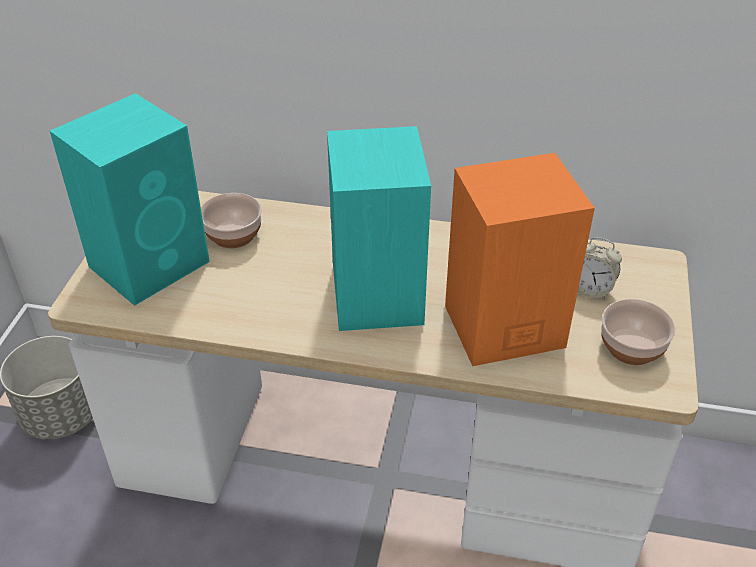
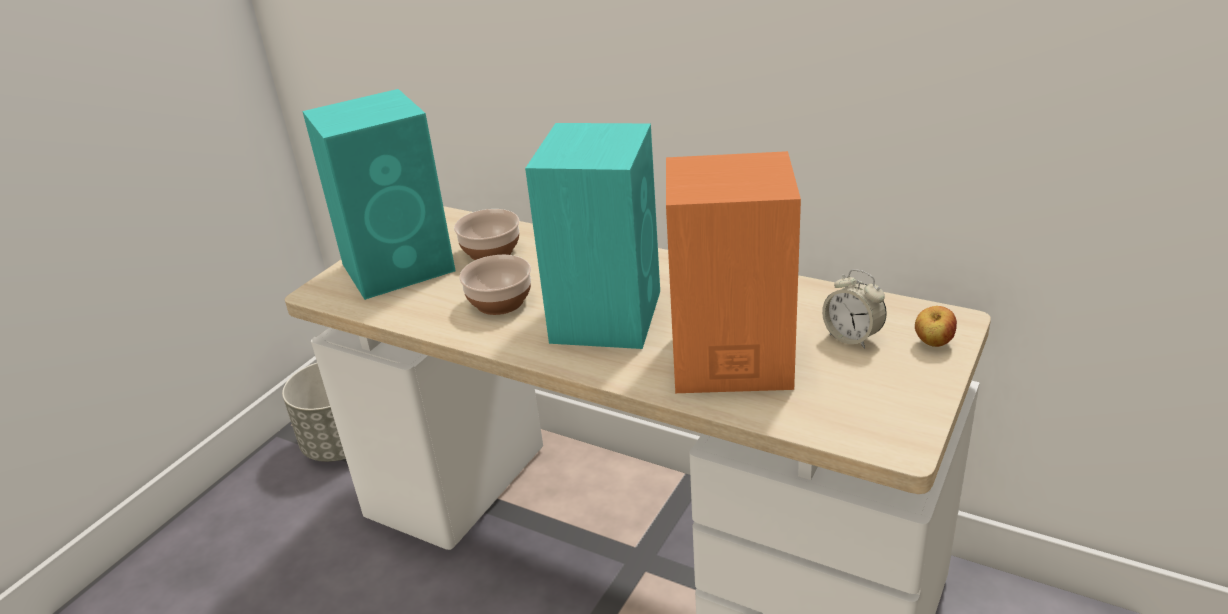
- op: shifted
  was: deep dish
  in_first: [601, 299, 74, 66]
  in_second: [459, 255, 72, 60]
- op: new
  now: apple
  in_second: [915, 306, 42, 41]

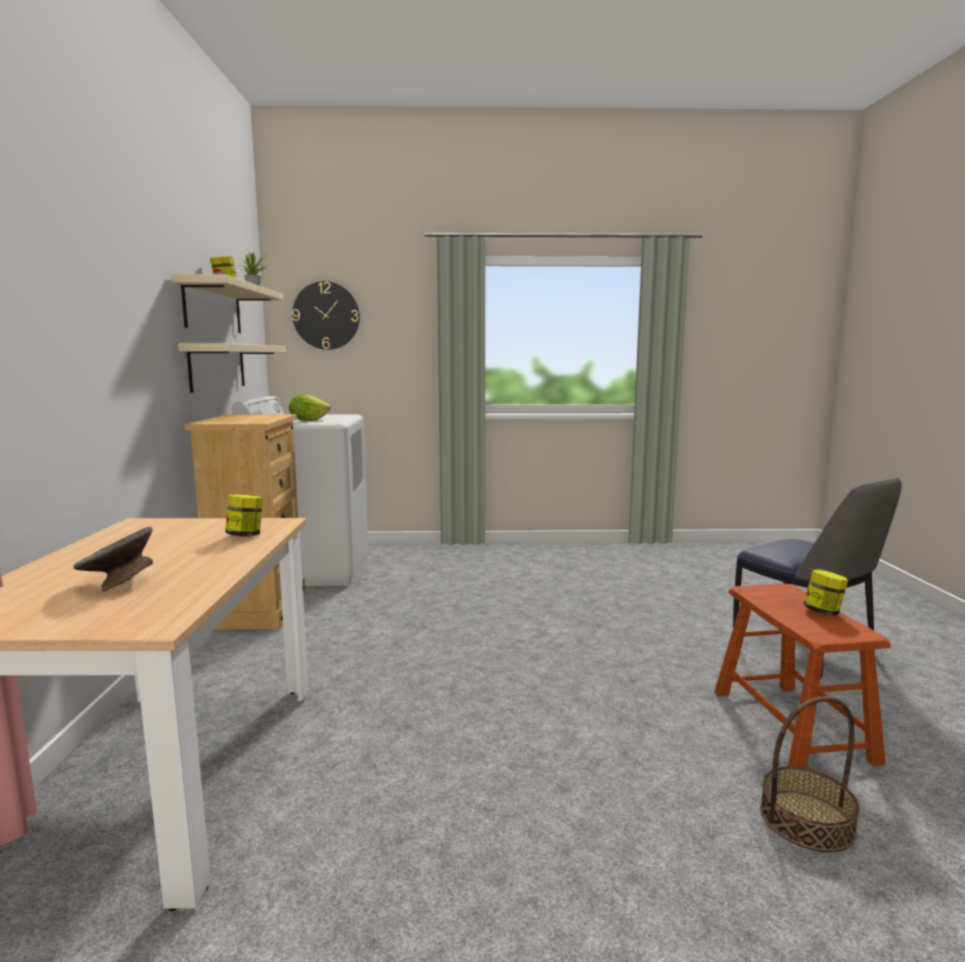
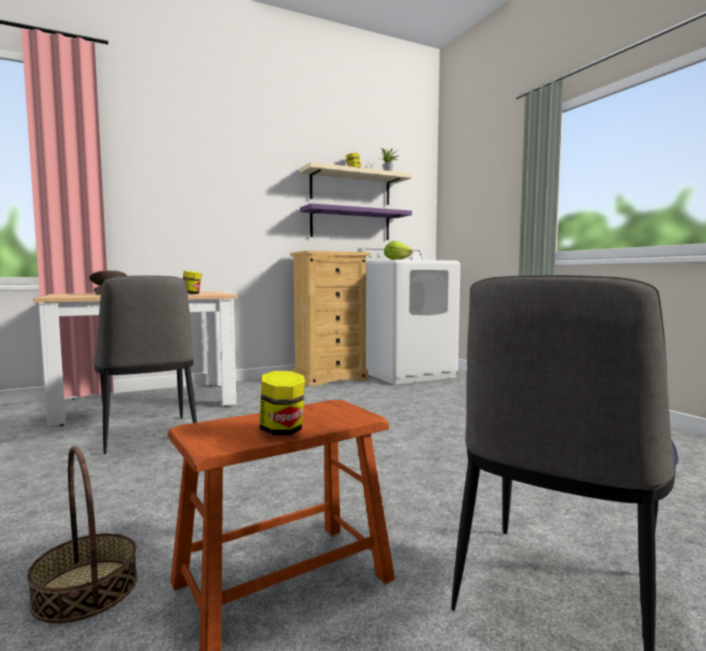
- op: new
  now: upright chair
  in_second: [93, 275, 104, 179]
- op: repainted
  was: beige-coloured bracket shelf
  now: purple-coloured bracket shelf
  in_first: [178, 343, 108, 50]
  in_second: [300, 203, 112, 37]
- op: gone
  was: wall clock
  in_first: [292, 281, 68, 69]

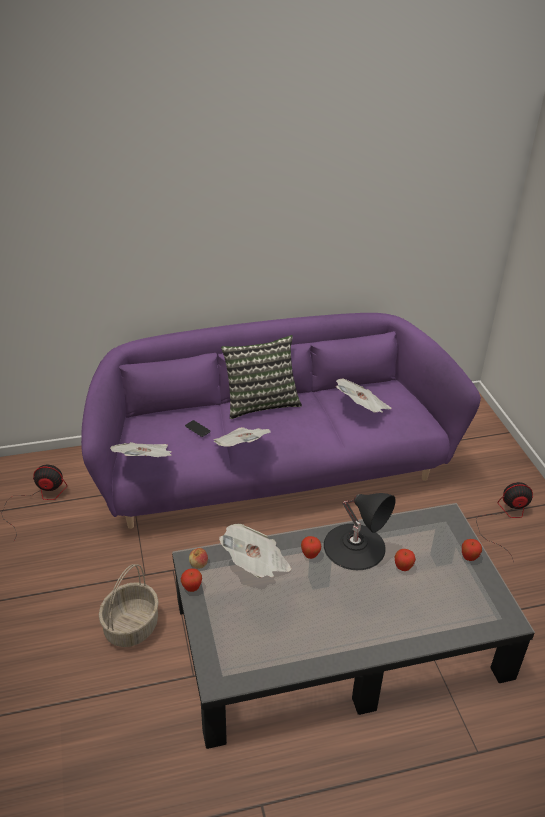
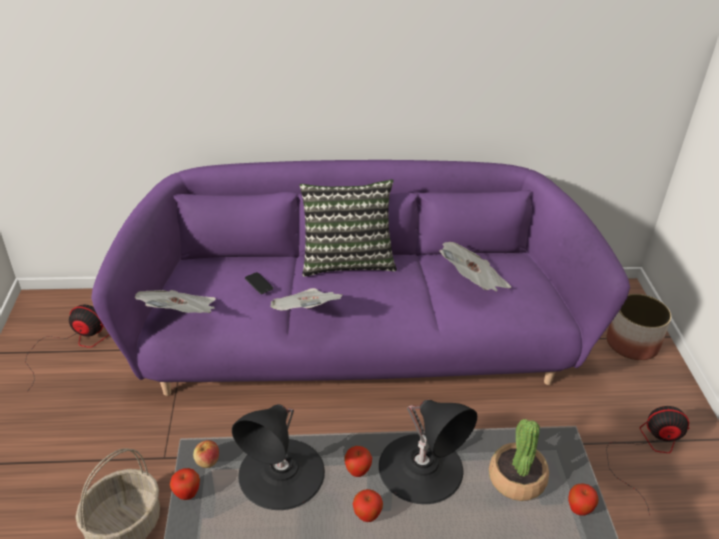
- op: swapped
  was: printed paper
  now: black-coloured table lamp
  in_first: [219, 523, 72, 55]
  in_second: [232, 404, 93, 106]
- op: shifted
  was: apple
  in_first: [394, 549, 22, 22]
  in_second: [353, 489, 30, 33]
- op: new
  now: plant in a pot
  in_second: [489, 419, 60, 82]
- op: new
  now: flower pot
  in_second: [607, 294, 64, 66]

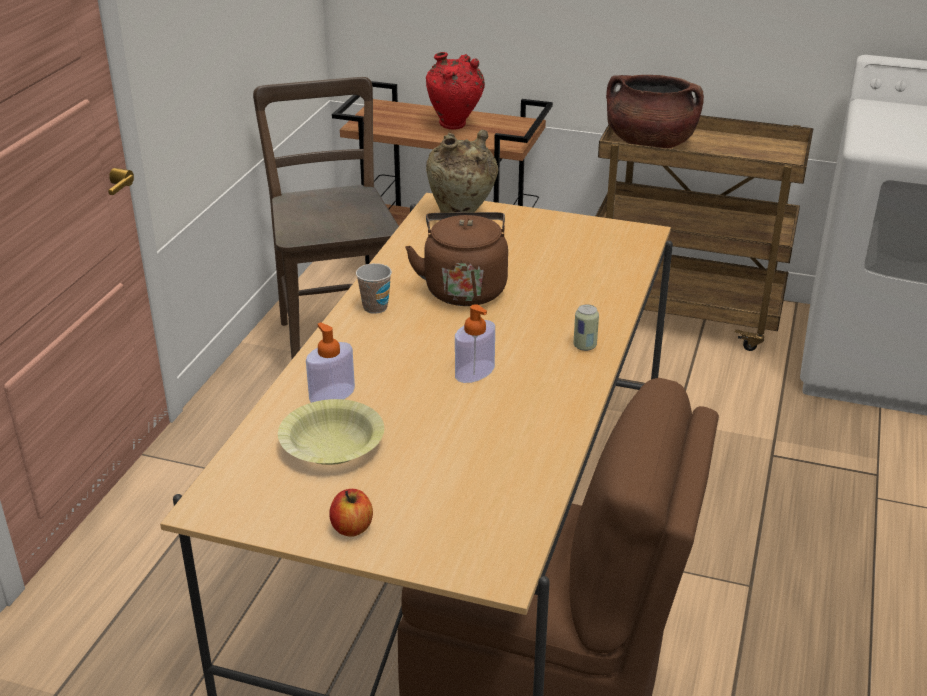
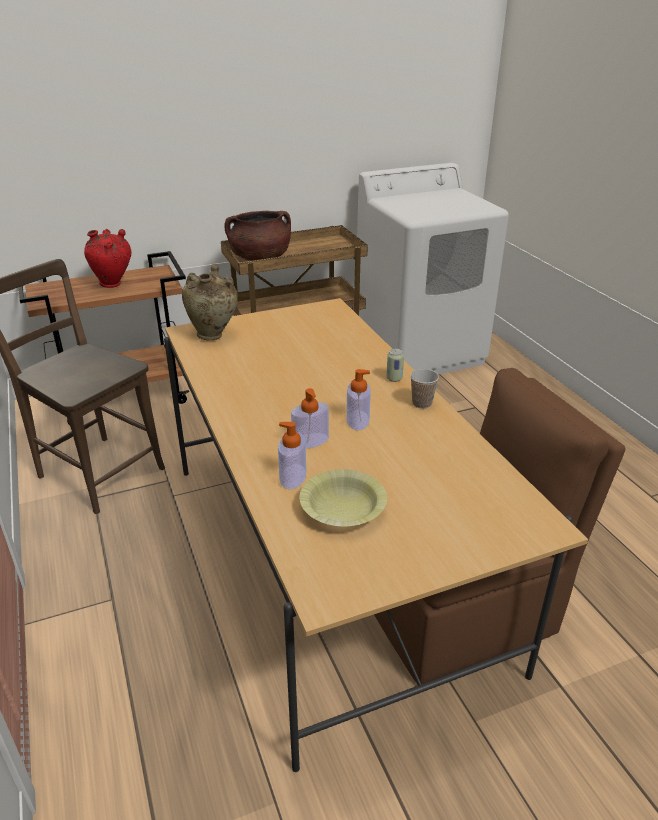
- op: new
  now: liquid soap bottle
  in_second: [291, 388, 38, 61]
- op: shifted
  was: cup
  in_first: [356, 263, 36, 51]
  in_second: [410, 369, 29, 40]
- op: gone
  was: apple
  in_first: [329, 489, 44, 48]
- op: gone
  was: brown-coloured water kettle
  in_first: [405, 212, 103, 94]

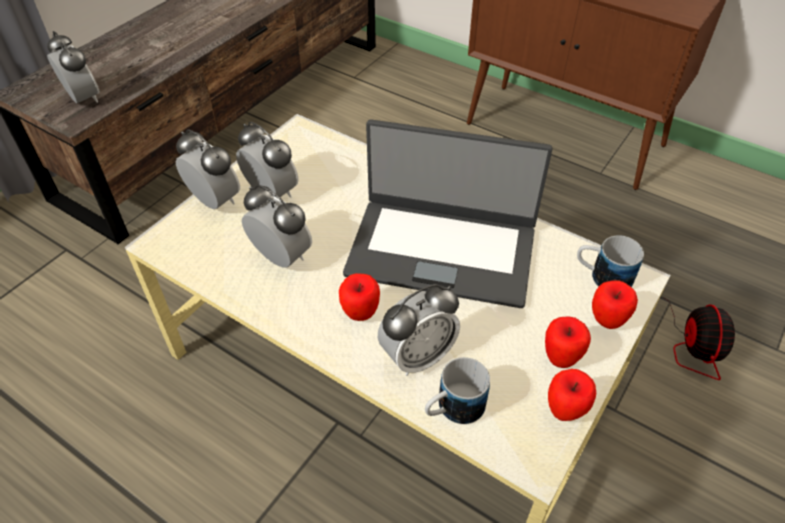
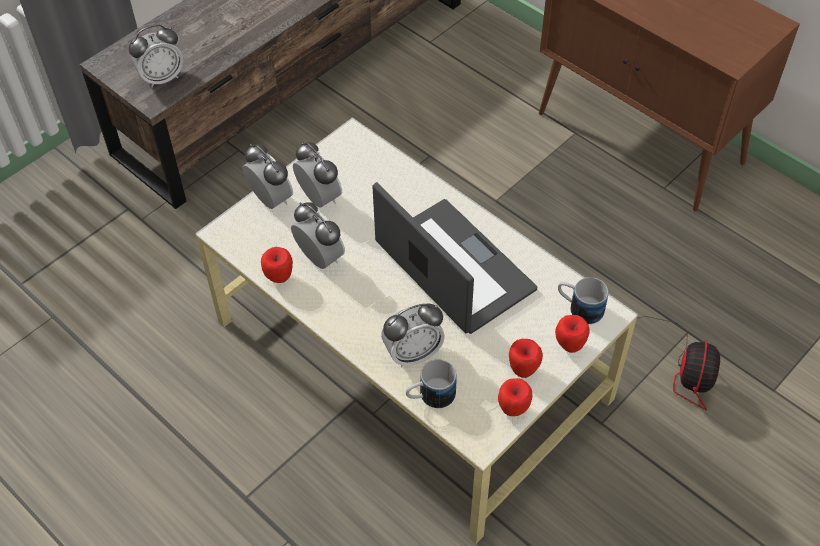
- op: rotated
  was: bedside clock
  in_first: [47, 31, 53, 72]
  in_second: [129, 25, 54, 63]
  clockwise: 90
- op: shifted
  was: apple
  in_first: [339, 273, 41, 48]
  in_second: [261, 247, 32, 36]
- op: rotated
  was: notebook computer
  in_first: [343, 119, 209, 189]
  in_second: [372, 182, 165, 152]
  clockwise: -150

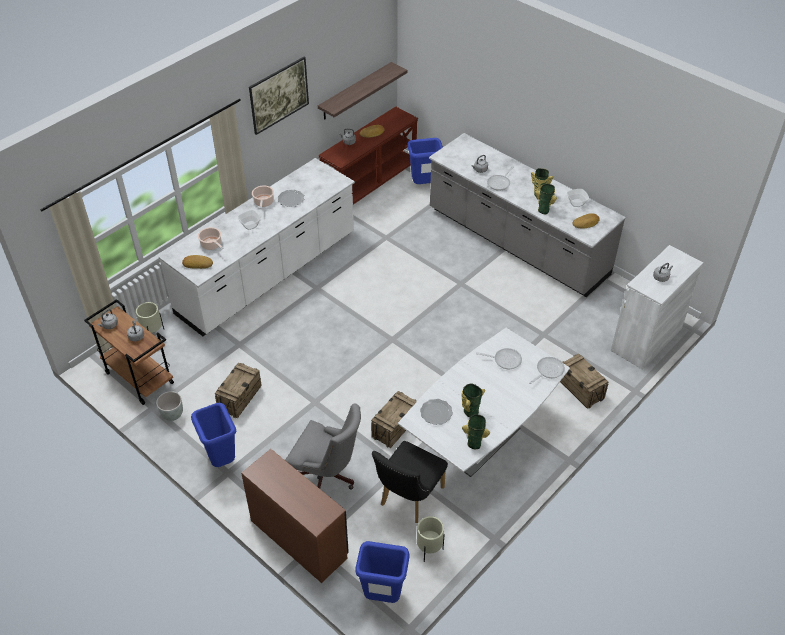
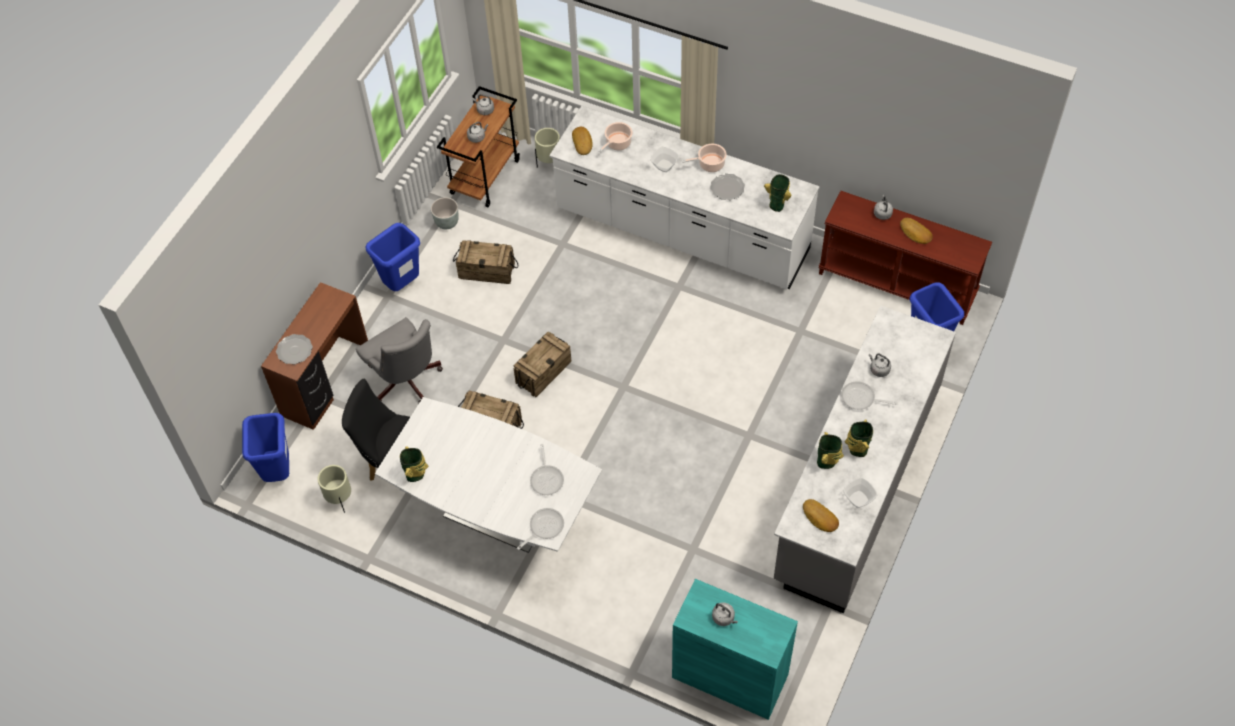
- op: shifted
  was: plate
  in_first: [420, 399, 33, 26]
  in_second: [276, 334, 37, 30]
- op: rotated
  was: grey desk chair
  in_first: [285, 403, 76, 87]
  in_second: [356, 317, 87, 86]
  clockwise: -45
- op: shifted
  was: packing crate
  in_first: [560, 354, 48, 54]
  in_second: [513, 332, 58, 65]
- op: rotated
  was: skillet
  in_first: [529, 357, 36, 27]
  in_second: [517, 508, 47, 42]
  clockwise: -75
- op: repainted
  was: white-coloured cupboard
  now: turquoise-coloured cupboard
  in_first: [611, 245, 92, 125]
  in_second: [672, 579, 126, 141]
- op: shifted
  was: vase
  in_first: [461, 384, 24, 34]
  in_second: [764, 174, 27, 38]
- op: gone
  was: picture
  in_first: [249, 57, 60, 78]
- op: gone
  was: bracket shelf
  in_first: [318, 62, 89, 58]

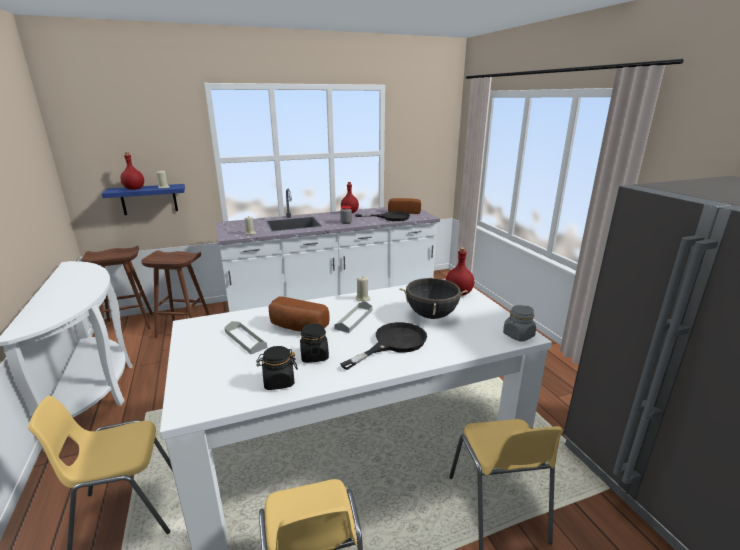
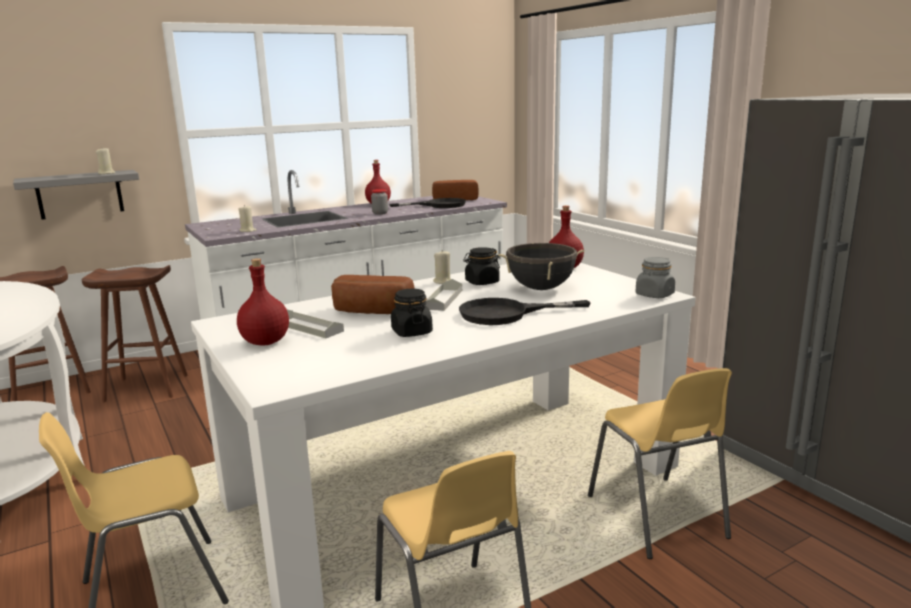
- op: repainted
  was: bluish bracket shelf
  now: grey bracket shelf
  in_first: [102, 184, 83, 31]
  in_second: [13, 170, 126, 50]
- op: shifted
  was: red-coloured drink bottle
  in_first: [120, 152, 24, 38]
  in_second: [237, 258, 52, 88]
- op: rotated
  was: black-coloured skillet
  in_first: [340, 322, 87, 48]
  in_second: [459, 298, 131, 27]
  clockwise: -135
- op: shifted
  was: black-coloured preserve jar
  in_first: [256, 346, 42, 44]
  in_second: [463, 247, 37, 38]

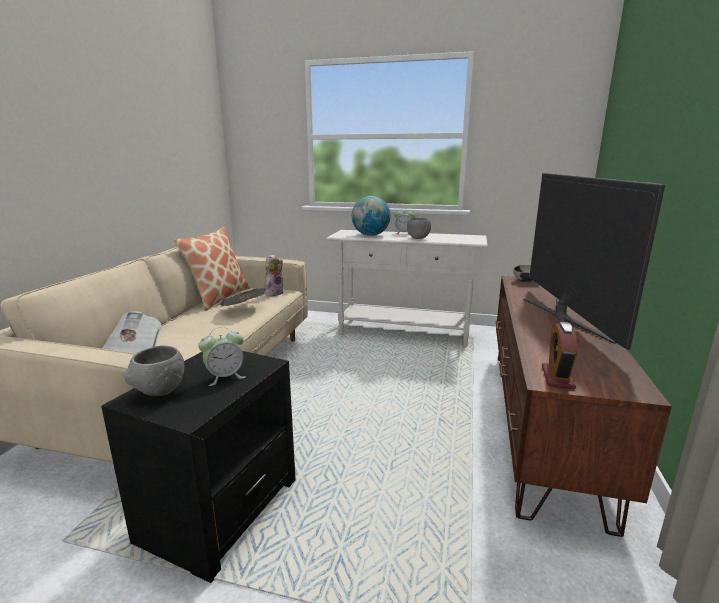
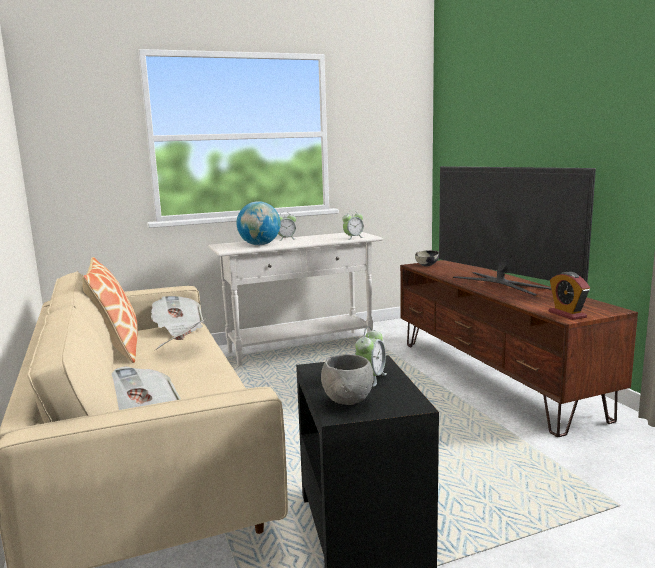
- op: swapped
  was: cuddly toy
  now: printed paper
  in_first: [265, 254, 18, 42]
  in_second: [151, 296, 52, 40]
- op: new
  now: bedside clock
  in_second: [342, 210, 22, 30]
- op: gone
  was: grey deep dish
  in_first: [407, 218, 24, 21]

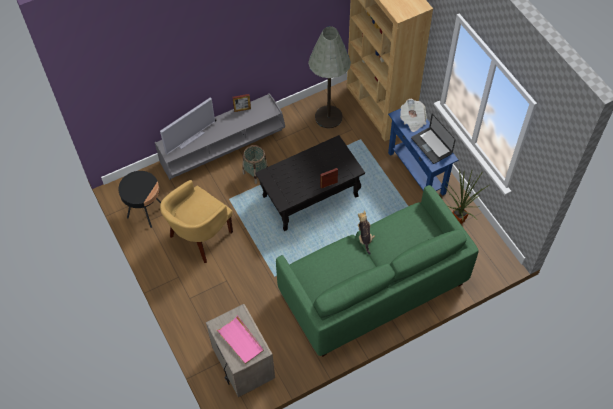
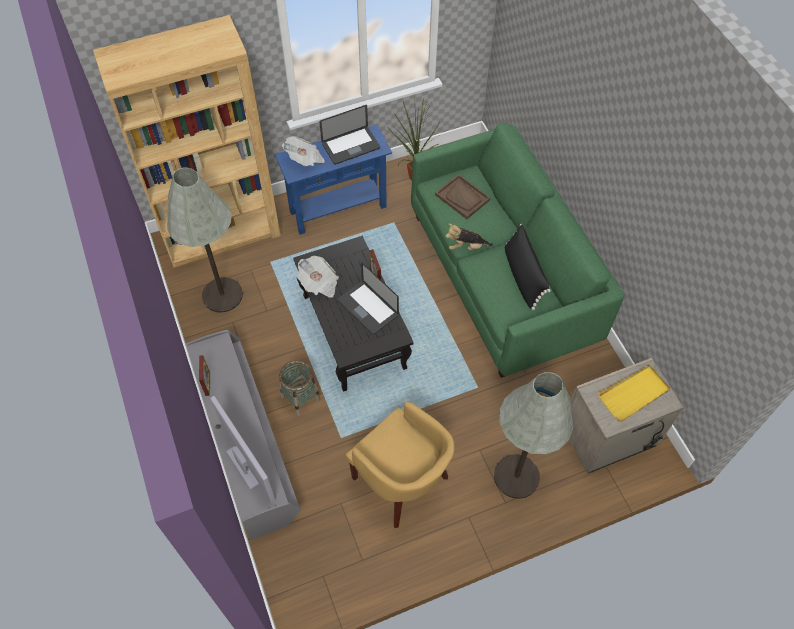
- op: new
  now: printed paper
  in_second: [297, 256, 42, 42]
- op: new
  now: notebook computer
  in_second: [338, 262, 61, 73]
- op: new
  now: brown-coloured serving tray
  in_second: [435, 174, 55, 45]
- op: new
  now: grey floor lamp
  in_second: [494, 372, 79, 127]
- op: new
  now: black-coloured cushion
  in_second: [505, 224, 46, 86]
- op: repainted
  was: pink-coloured serving tray
  now: yellow serving tray
  in_first: [217, 315, 47, 49]
  in_second: [598, 365, 73, 57]
- op: gone
  was: black-coloured side table
  in_first: [118, 171, 43, 57]

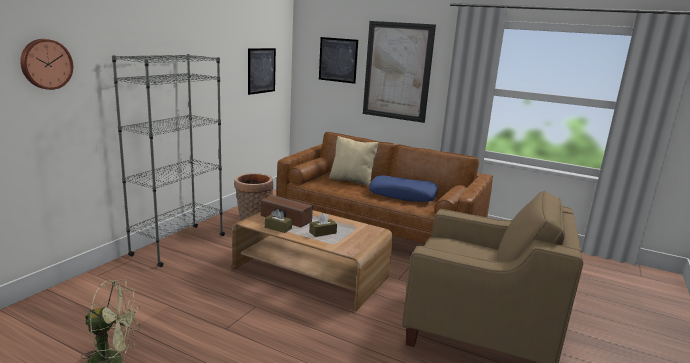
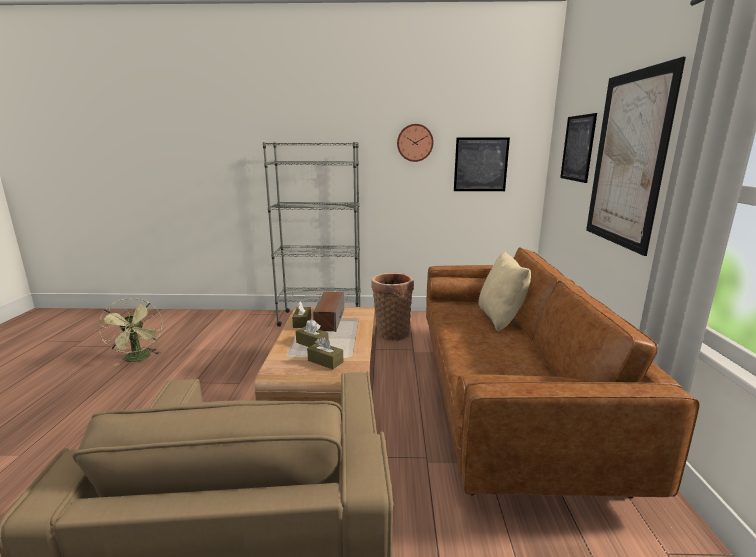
- op: new
  now: brown-coloured box of tissues
  in_second: [307, 337, 36, 32]
- op: shifted
  was: wall clock
  in_first: [20, 39, 53, 51]
  in_second: [397, 124, 37, 38]
- op: gone
  was: bluish cushion
  in_first: [369, 175, 69, 27]

